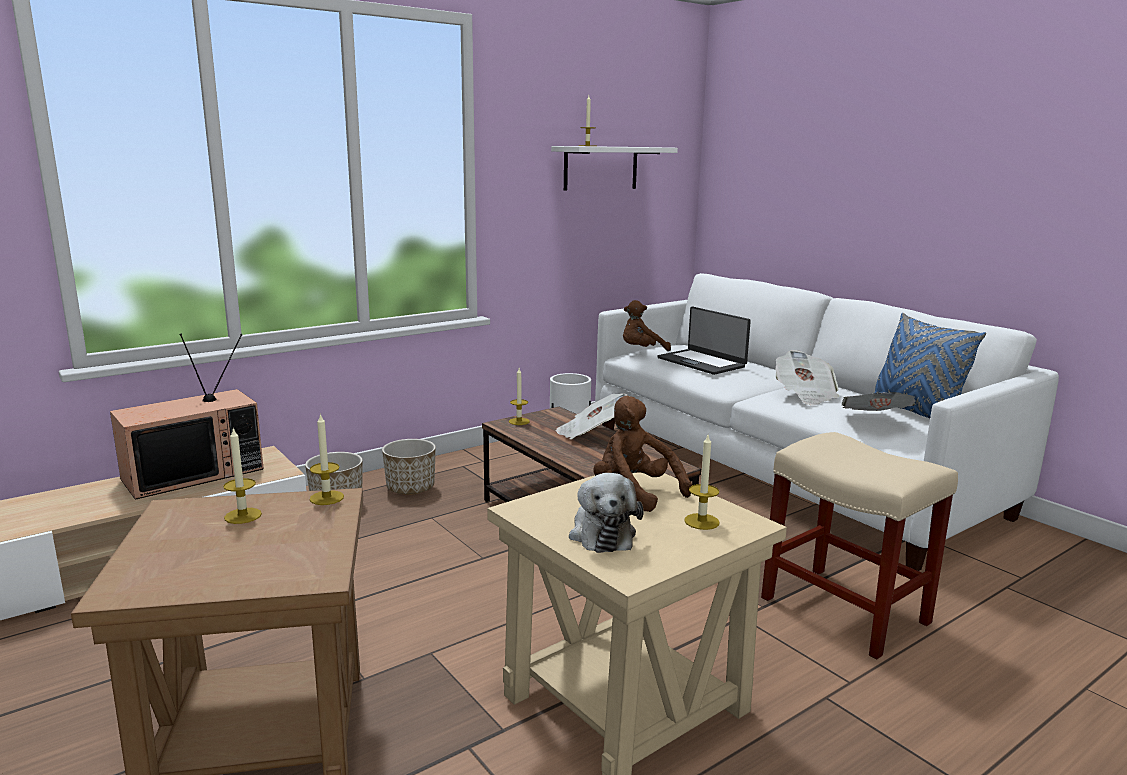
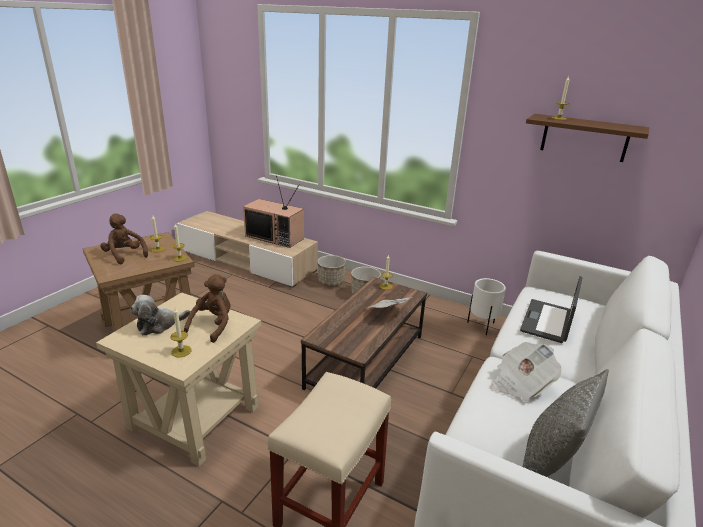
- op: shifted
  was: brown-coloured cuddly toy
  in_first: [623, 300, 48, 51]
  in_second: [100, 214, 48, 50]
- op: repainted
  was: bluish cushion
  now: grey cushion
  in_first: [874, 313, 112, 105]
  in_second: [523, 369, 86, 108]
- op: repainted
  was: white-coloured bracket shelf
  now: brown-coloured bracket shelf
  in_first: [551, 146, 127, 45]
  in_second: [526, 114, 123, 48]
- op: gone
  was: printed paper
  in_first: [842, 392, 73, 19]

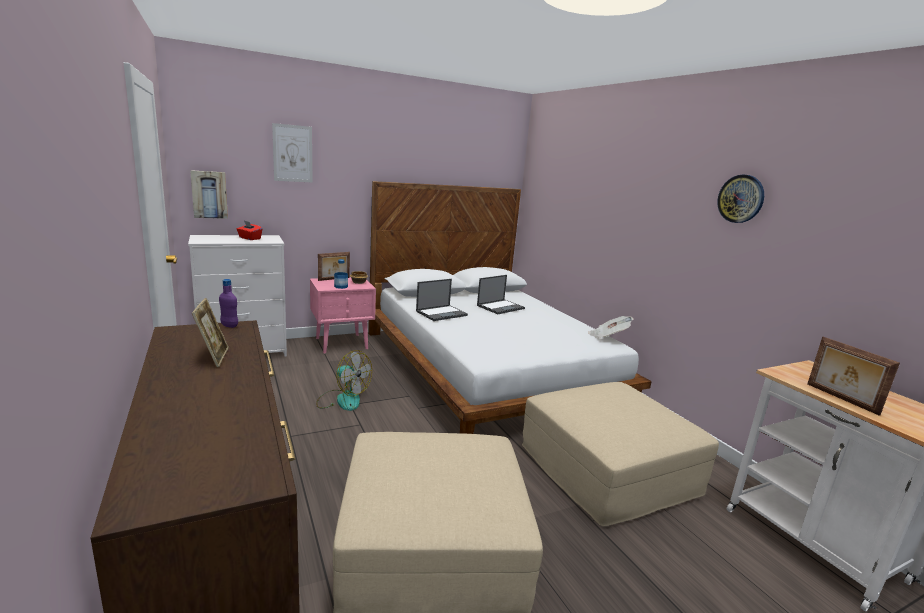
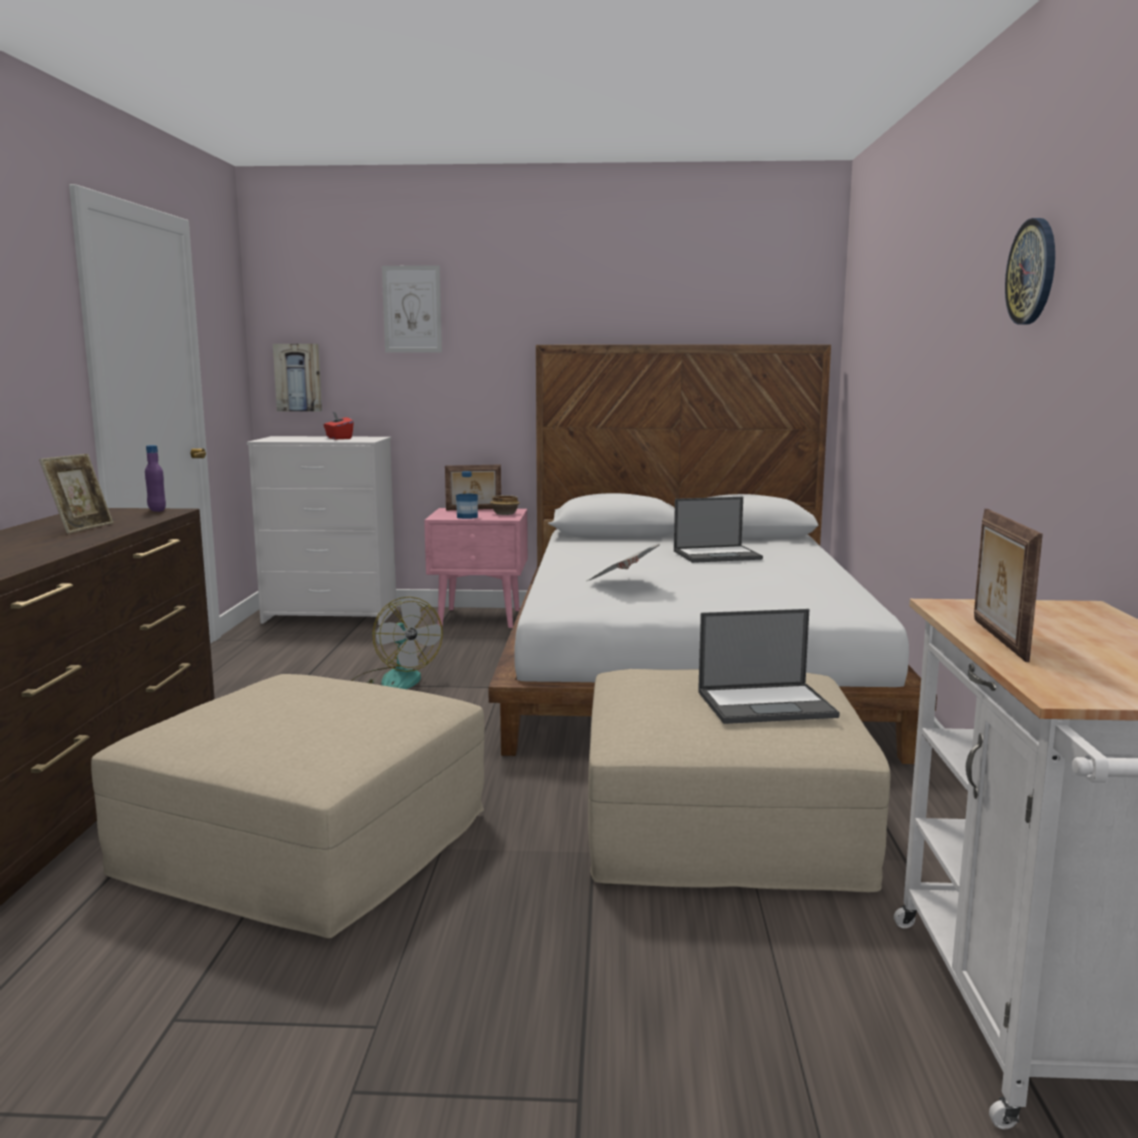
- op: shifted
  was: printed paper
  in_first: [588, 316, 46, 23]
  in_second: [587, 543, 73, 38]
- op: shifted
  was: notebook computer
  in_first: [416, 279, 52, 42]
  in_second: [698, 609, 142, 115]

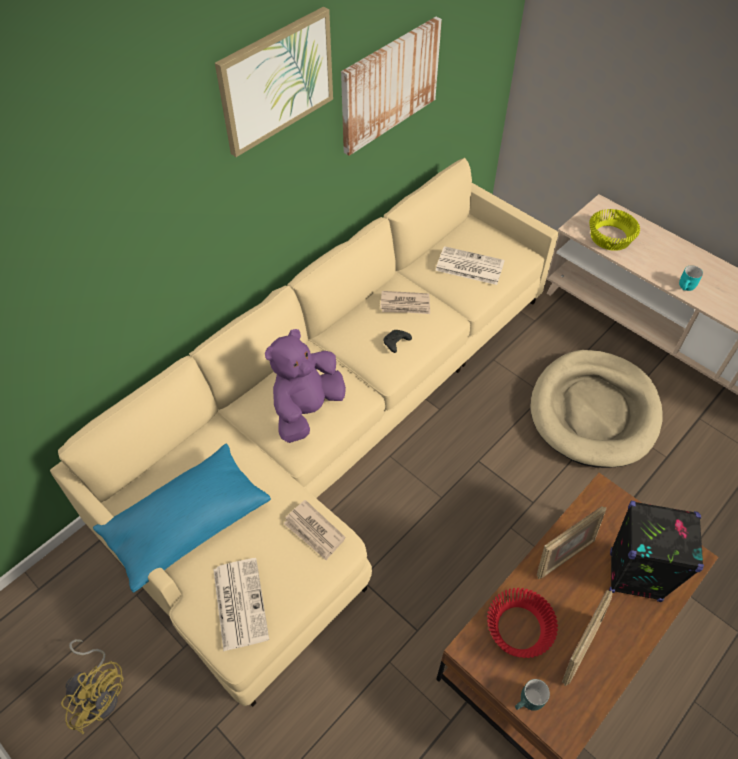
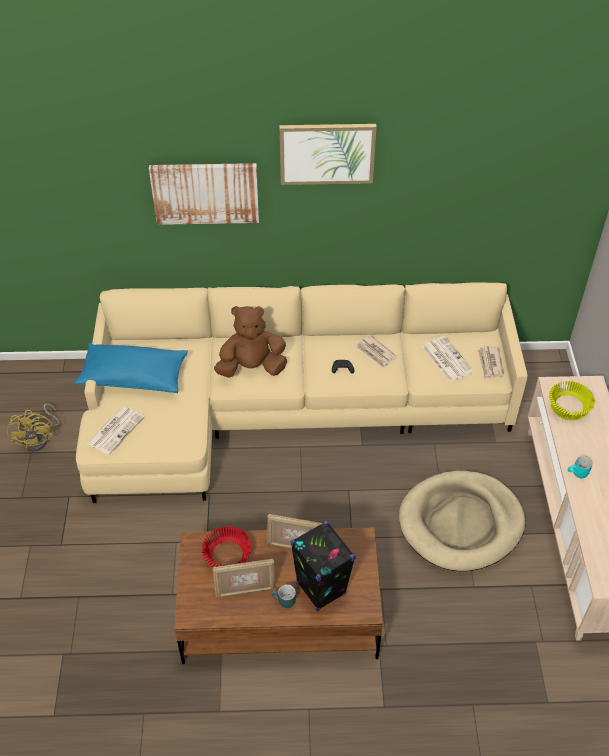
- op: shifted
  was: picture
  in_first: [341, 17, 101, 139]
  in_second: [149, 163, 110, 62]
- op: repainted
  was: purple-coloured cuddly toy
  now: brown-coloured cuddly toy
  in_first: [265, 329, 81, 114]
  in_second: [214, 306, 73, 71]
- op: shifted
  was: turquoise-coloured mug
  in_first: [515, 679, 35, 32]
  in_second: [271, 584, 25, 24]
- op: shifted
  was: printed paper
  in_first: [283, 500, 63, 60]
  in_second: [477, 346, 27, 33]

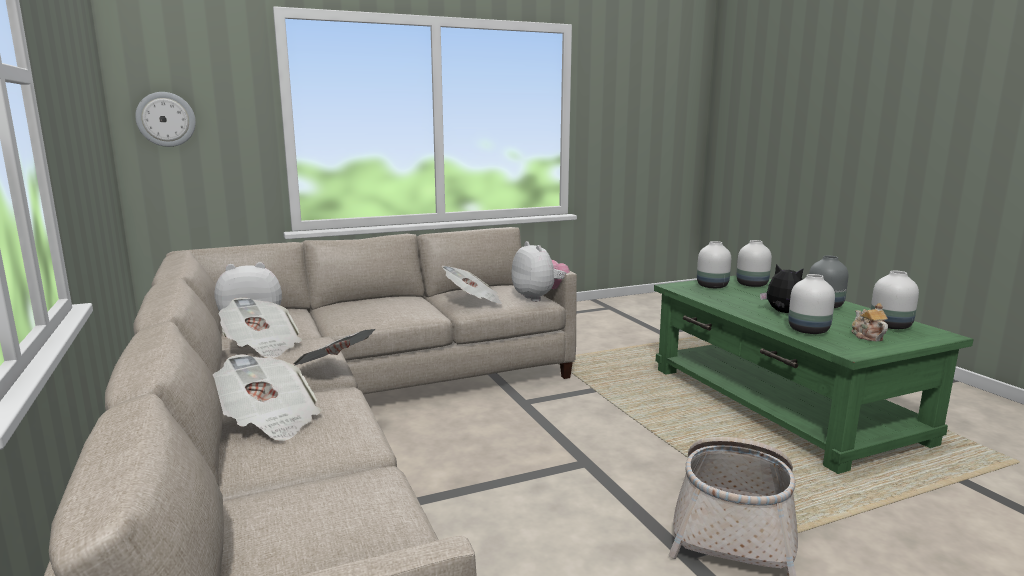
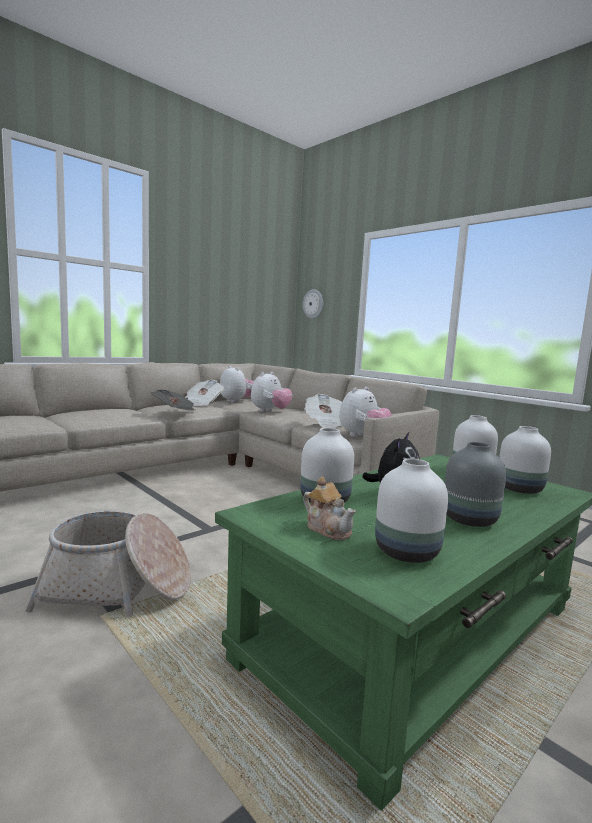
- op: new
  now: cuddly toy
  in_second: [251, 372, 41, 40]
- op: rotated
  was: teapot
  in_first: [851, 303, 37, 38]
  in_second: [303, 477, 53, 63]
  clockwise: 75
- op: gone
  was: printed paper
  in_first: [213, 354, 108, 87]

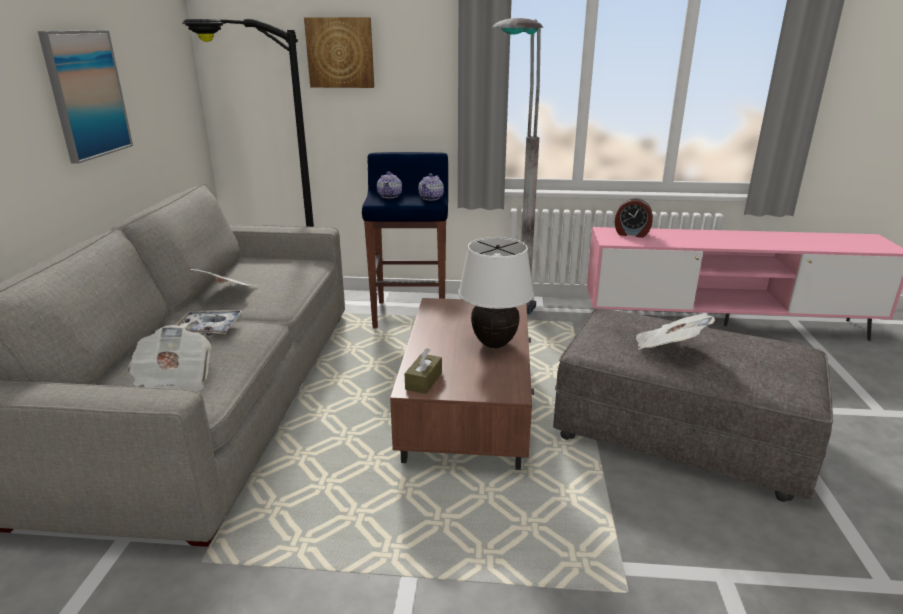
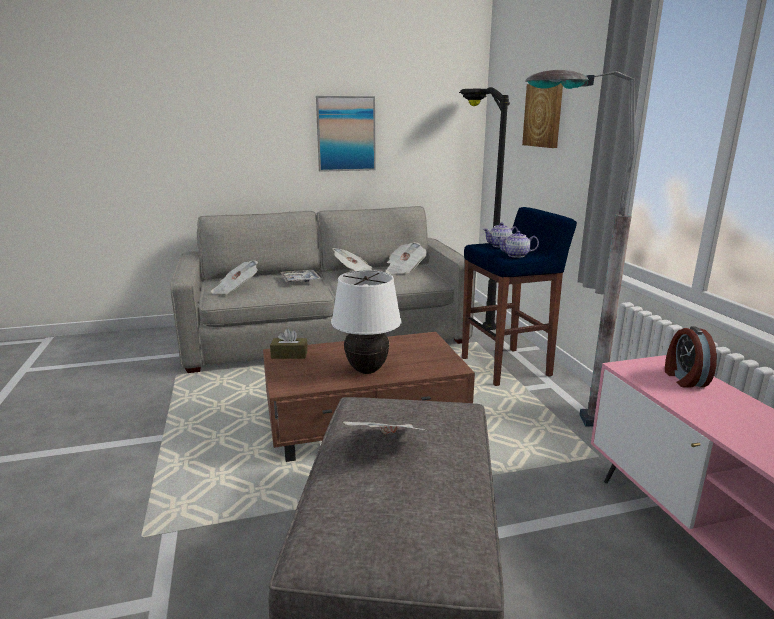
- op: new
  now: printed paper
  in_second: [386, 242, 41, 32]

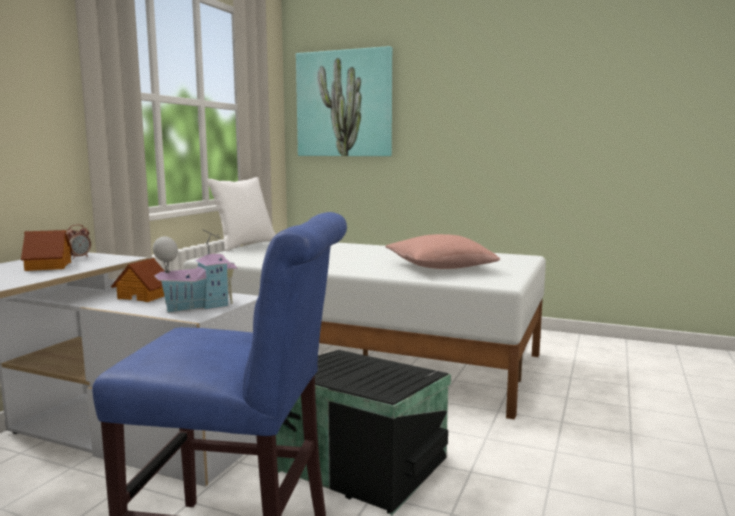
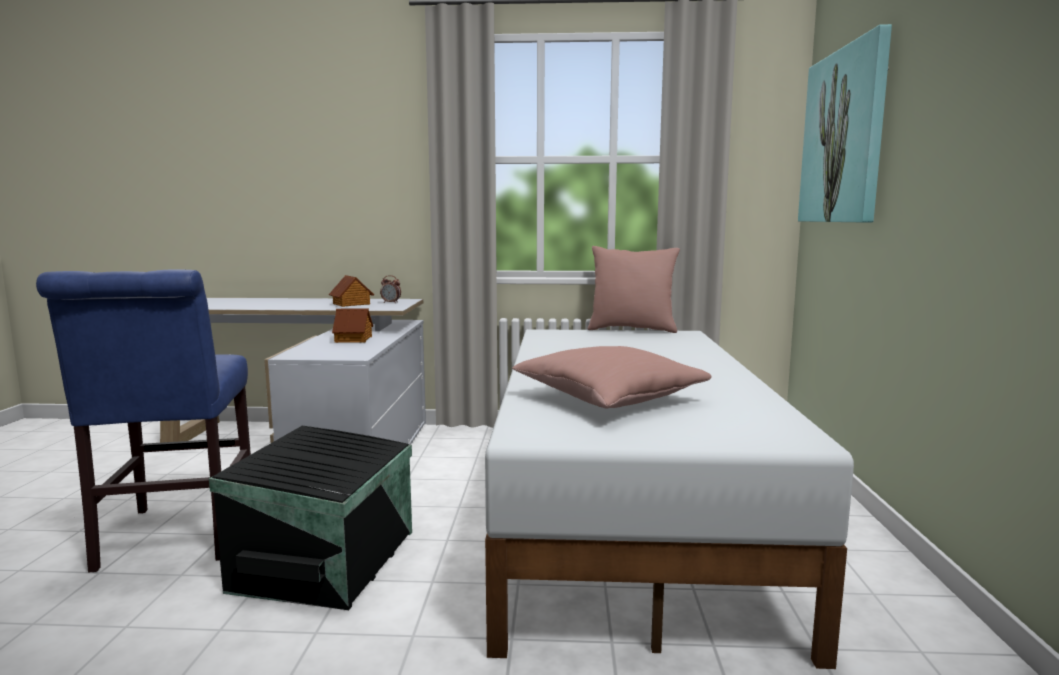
- op: repainted
  was: white-coloured cushion
  now: pink-coloured cushion
  in_first: [207, 177, 69, 74]
  in_second: [588, 246, 92, 87]
- op: gone
  was: toy house
  in_first: [153, 229, 85, 84]

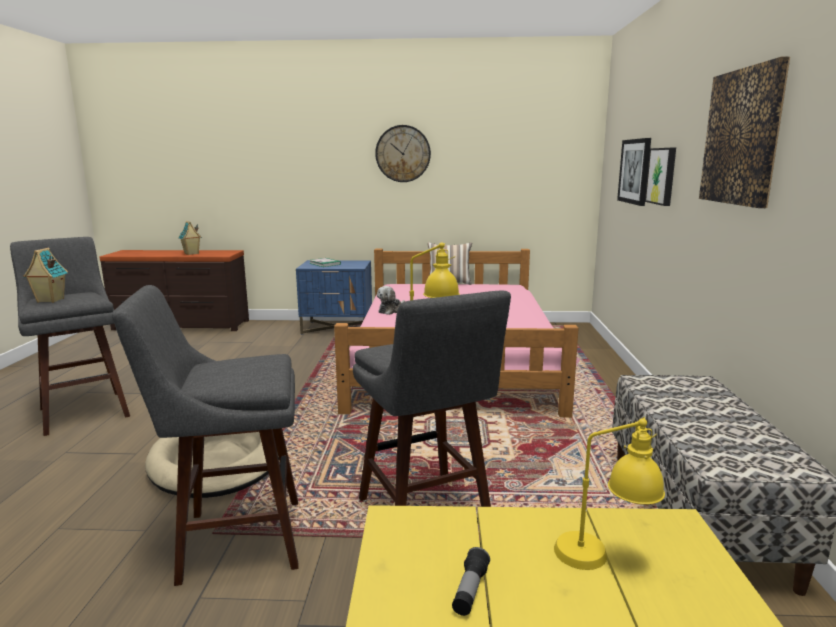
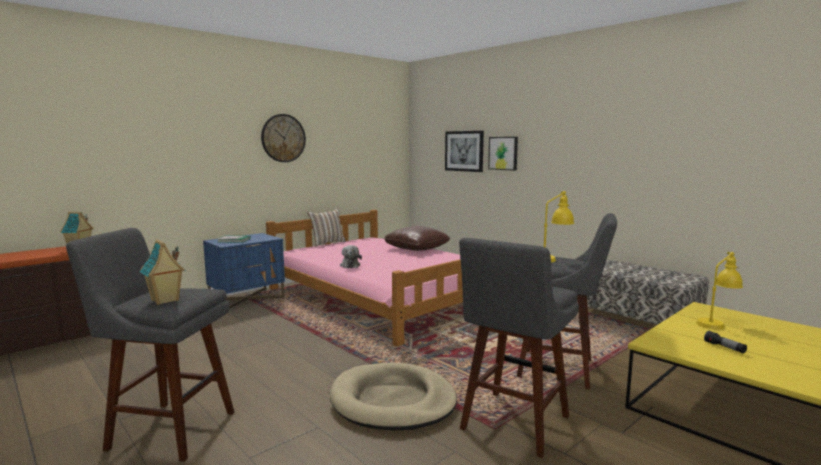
- op: new
  now: brown-coloured cushion
  in_second: [384, 226, 66, 25]
- op: gone
  was: picture
  in_first: [699, 56, 91, 152]

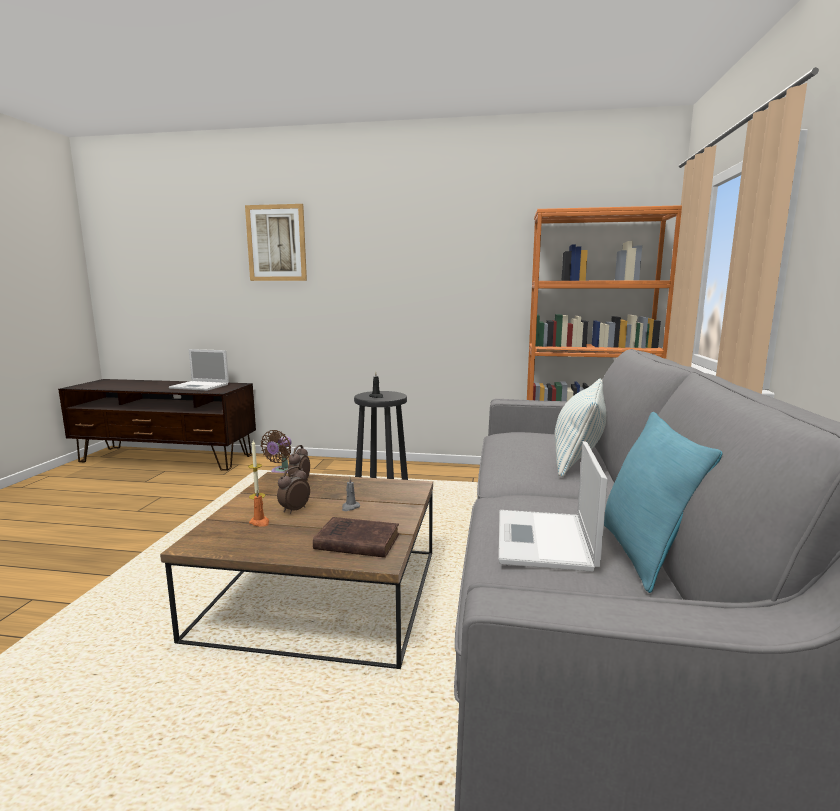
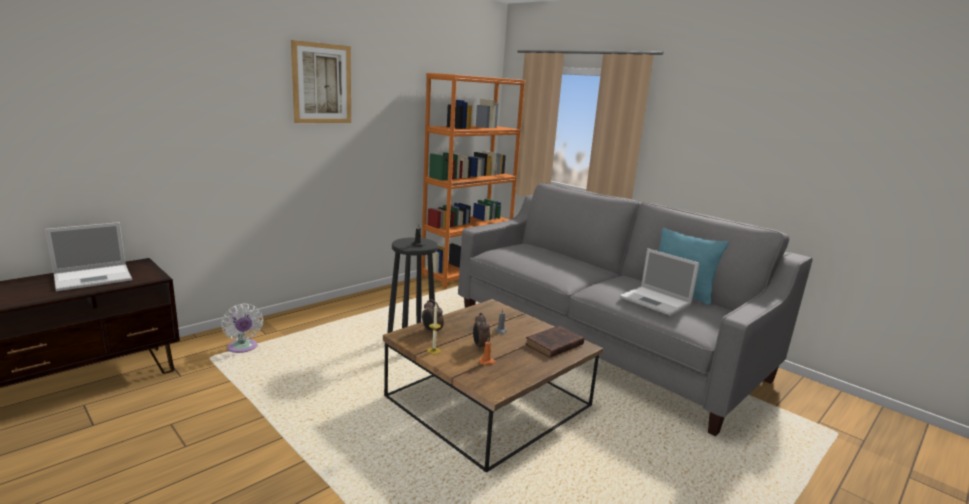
- op: repainted
  was: brown-coloured cooling fan
  now: white-coloured cooling fan
  in_first: [260, 430, 32, 43]
  in_second: [221, 304, 43, 49]
- op: shifted
  was: picture
  in_first: [245, 204, 62, 77]
  in_second: [291, 40, 60, 83]
- op: gone
  was: cushion
  in_first: [555, 378, 51, 99]

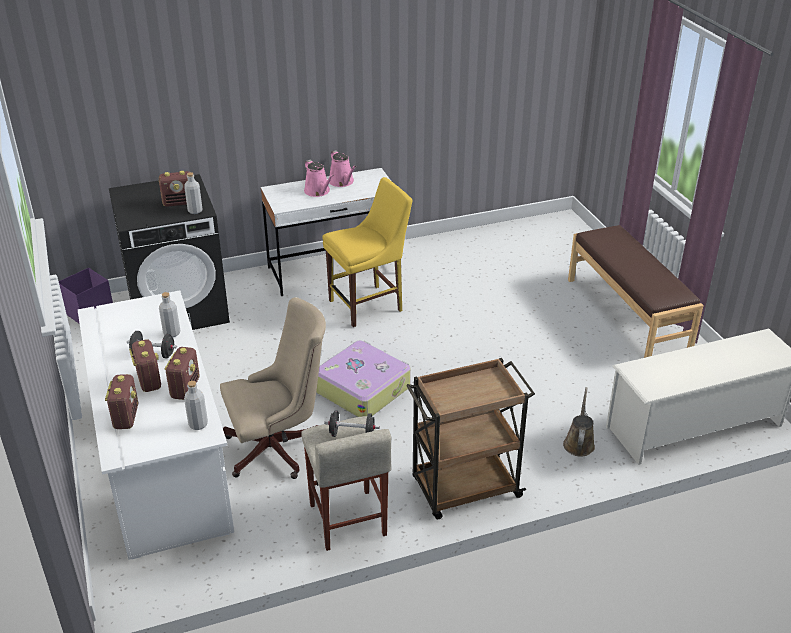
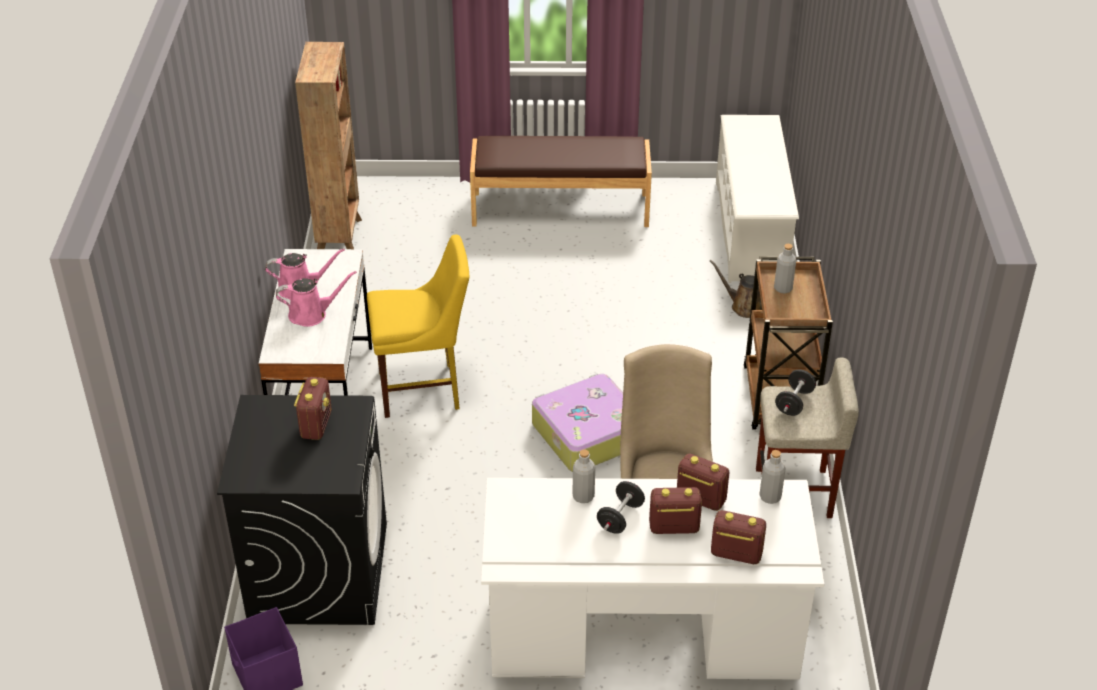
- op: new
  now: brown-coloured shelving unit
  in_second: [295, 42, 67, 207]
- op: rotated
  was: yellow upright chair
  in_first: [322, 177, 90, 150]
  in_second: [367, 235, 102, 183]
  clockwise: 90
- op: shifted
  was: grey drink bottle
  in_first: [184, 172, 18, 42]
  in_second: [774, 244, 22, 49]

